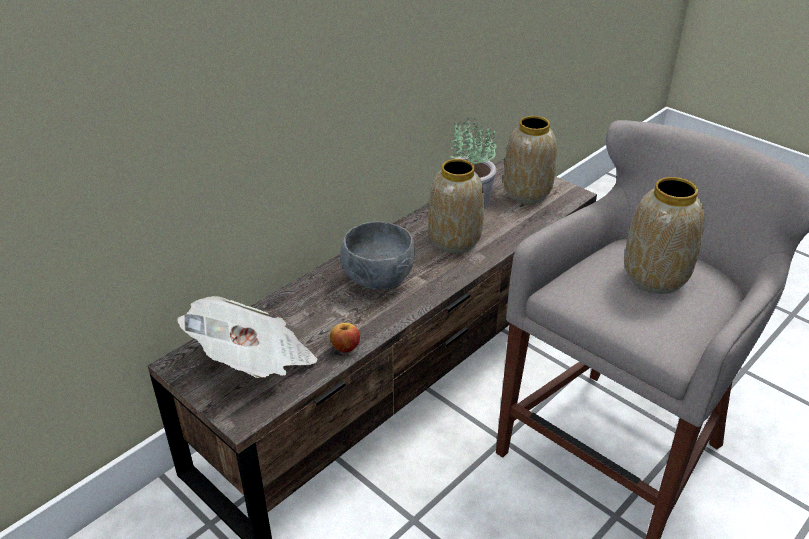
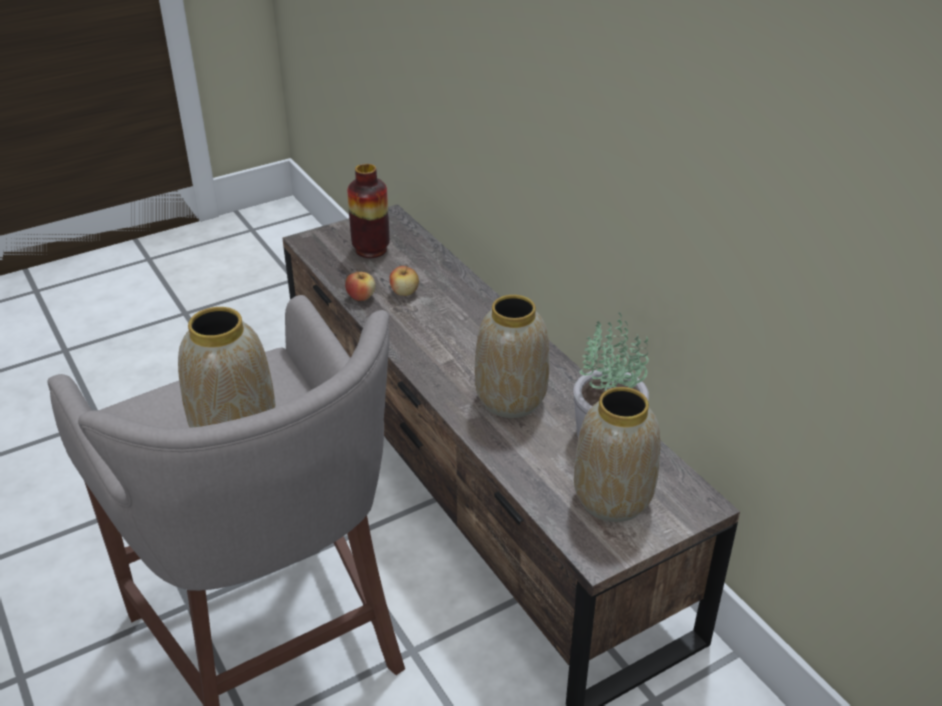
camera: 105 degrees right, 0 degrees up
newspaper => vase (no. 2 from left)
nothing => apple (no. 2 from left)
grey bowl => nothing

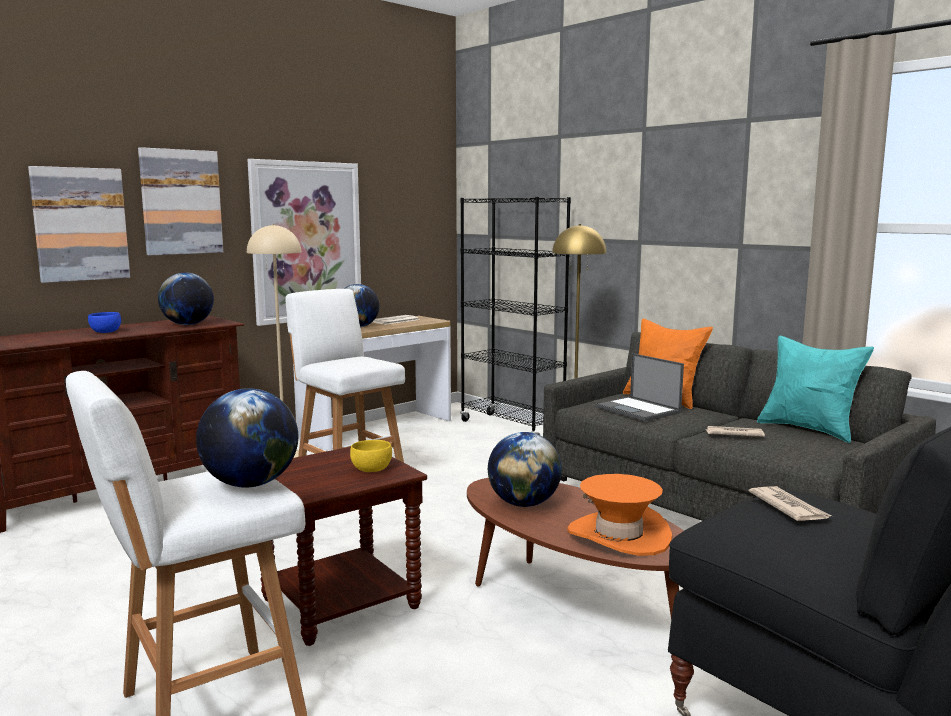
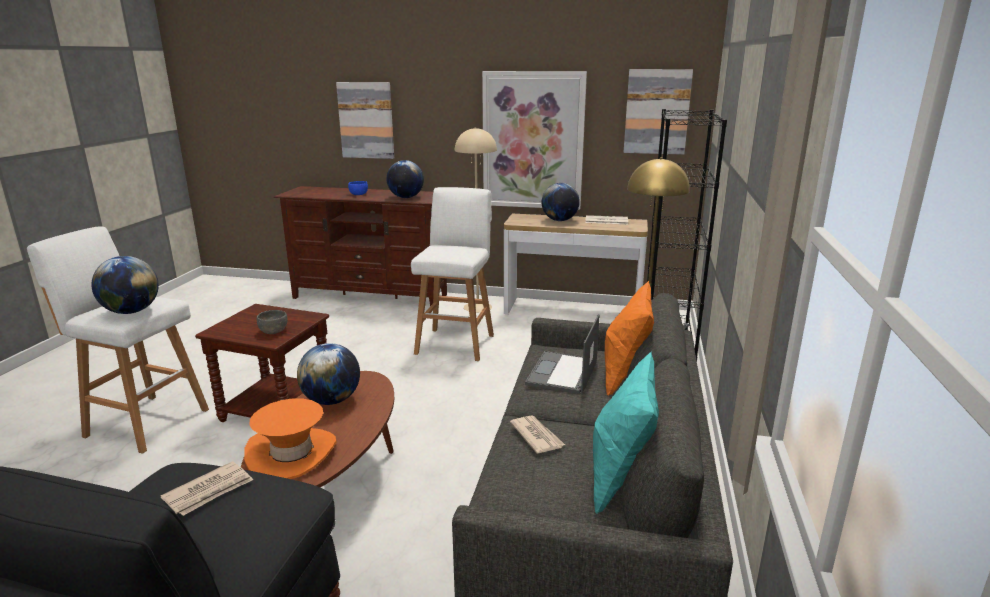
camera: 55 degrees right, 10 degrees up
yellow bowl => grey bowl
picture (no. 2 from left in the first image) => picture (no. 3 from left), shifted

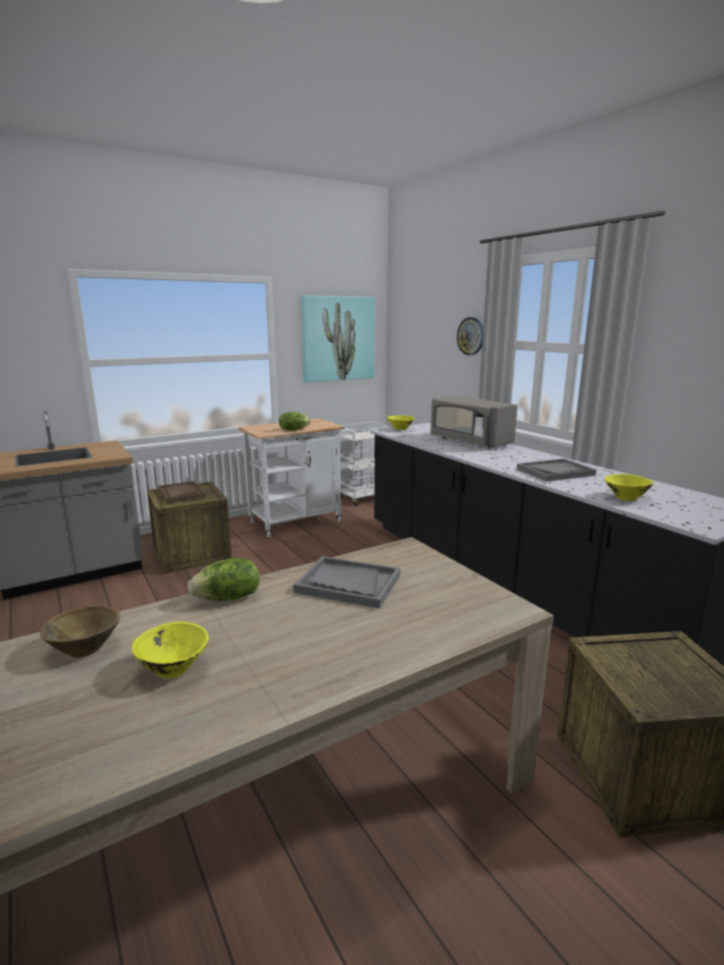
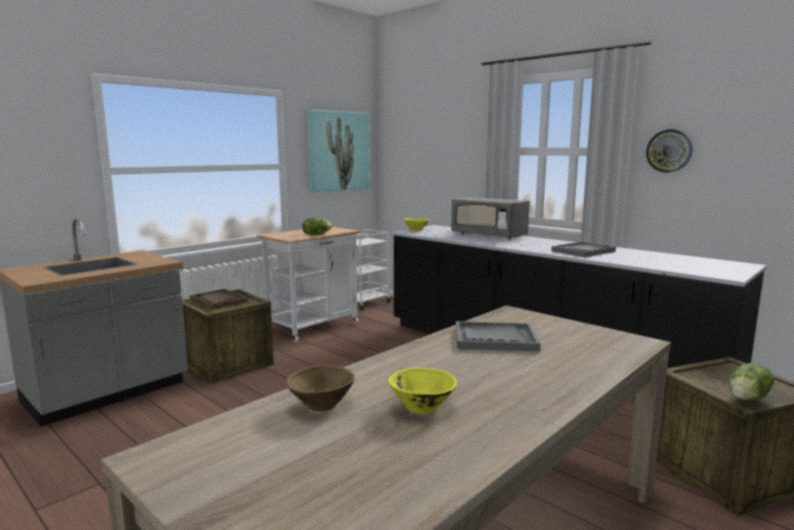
camera: 15 degrees left, 5 degrees down
wall clock, shifted
lettuce (no. 1 from left in the first image) => lettuce (no. 2 from left), shifted
yellow bowl (no. 3 from left) => nothing

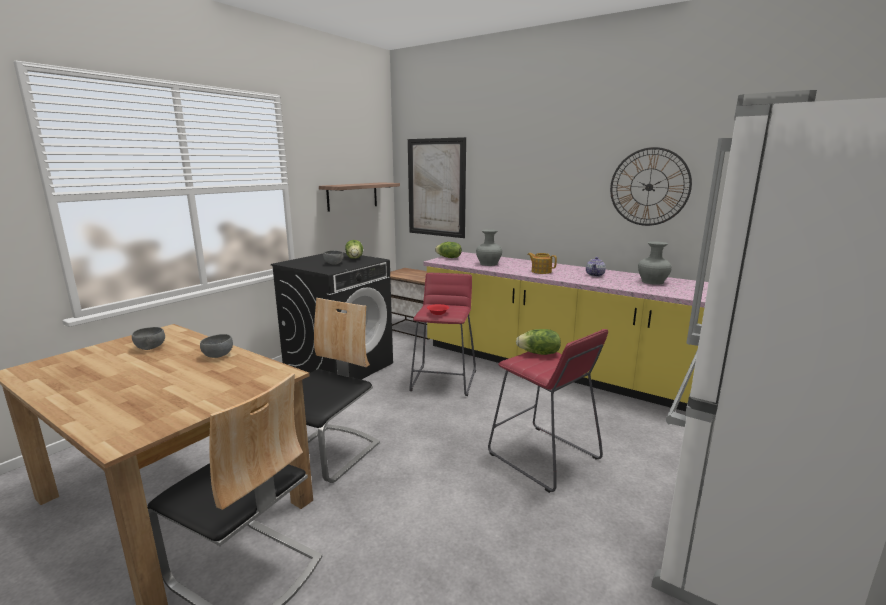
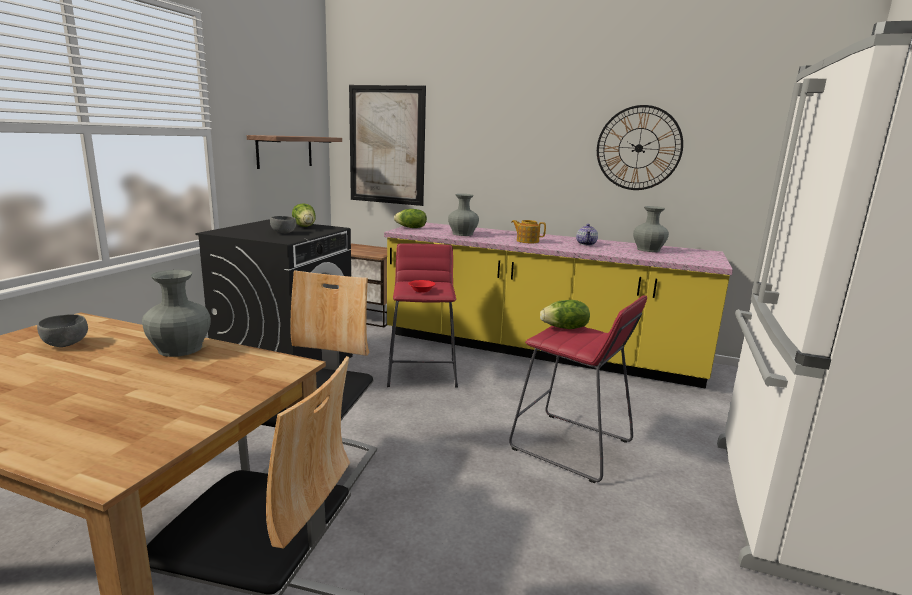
camera: 15 degrees left, 0 degrees up
grey bowl (no. 2 from left) => grey vase (no. 1 from left)

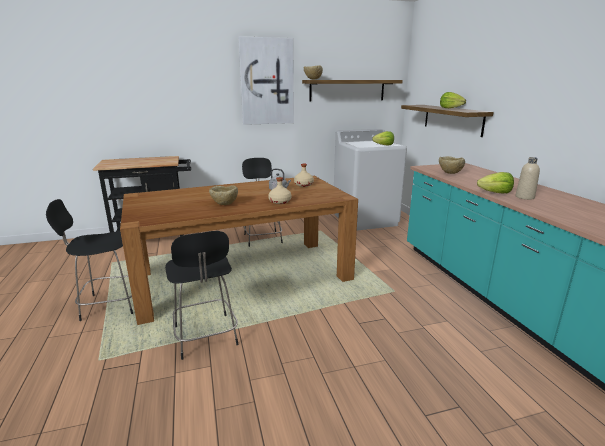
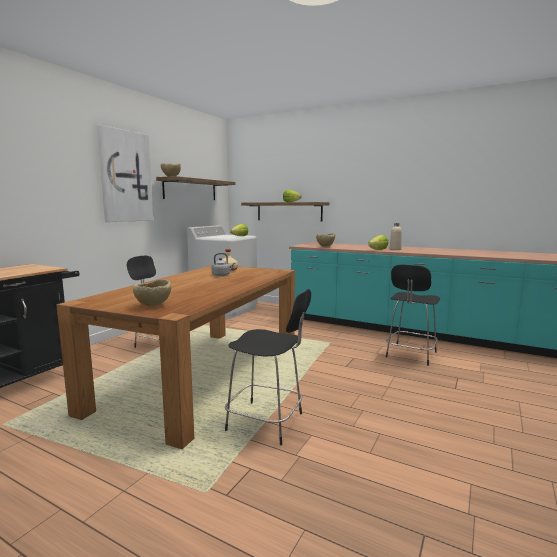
camera: 45 degrees left, 10 degrees down
beige bowl (no. 1 from left), shifted
black stool (no. 1 from left in the first image) => black stool (no. 3 from left), shifted
beige bottle (no. 1 from left) => nothing

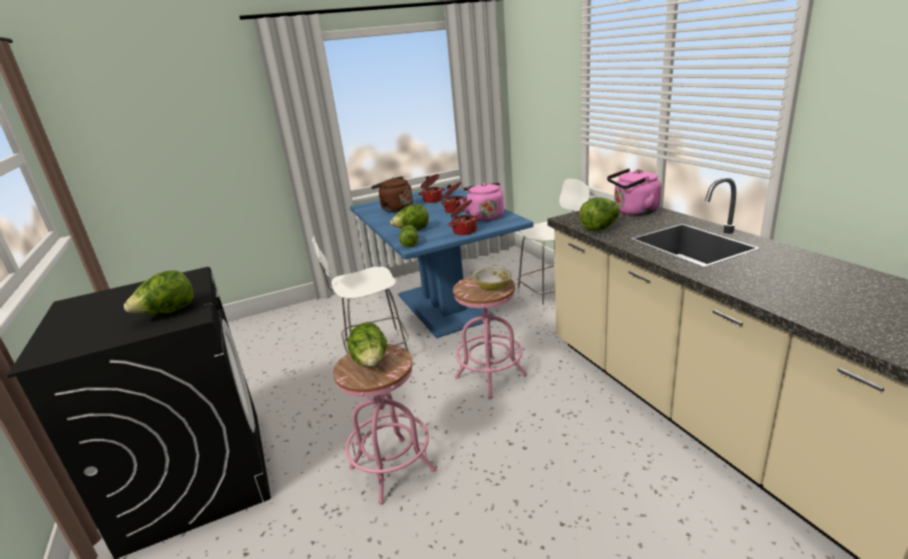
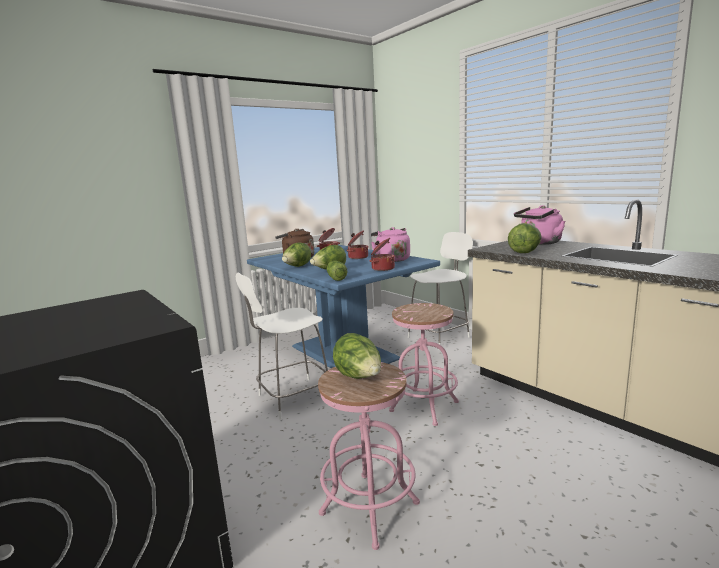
camera: 15 degrees left, 10 degrees down
lettuce (no. 1 from left), shifted
bowl => nothing

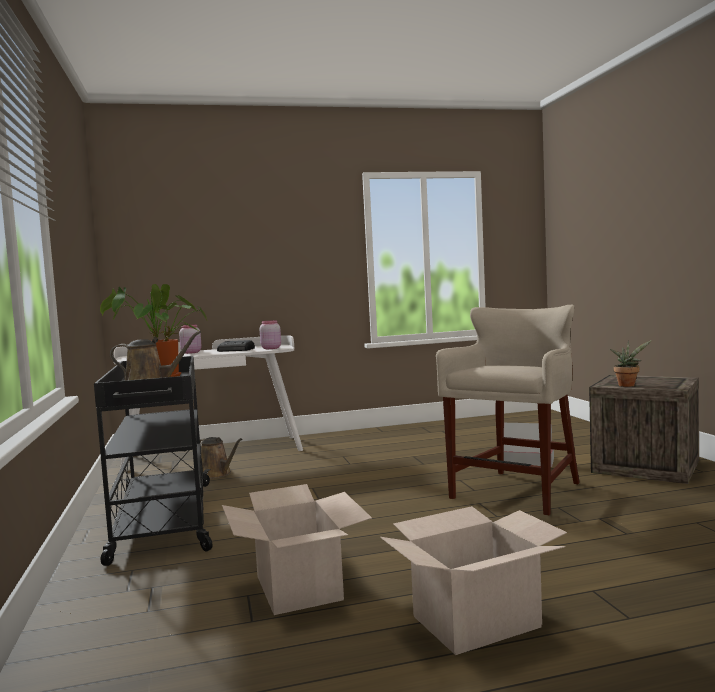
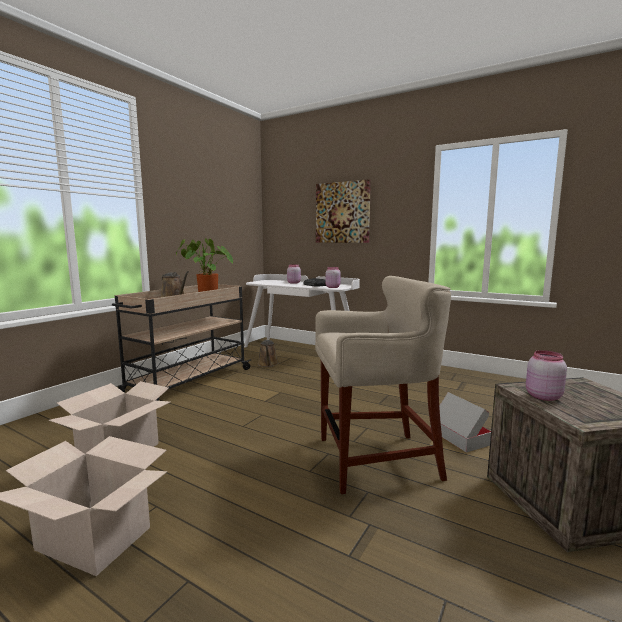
camera: 45 degrees right, 5 degrees up
black cart => beige cart
nothing => picture
potted plant (no. 2 from left) => pink jar (no. 3 from left)

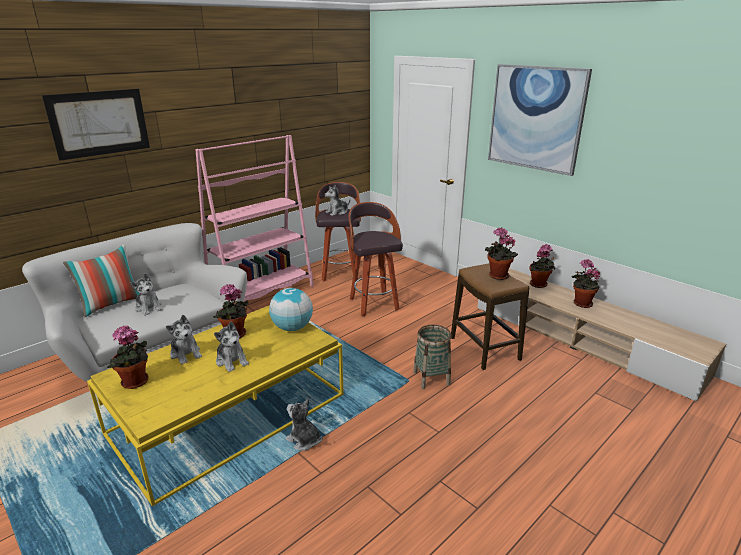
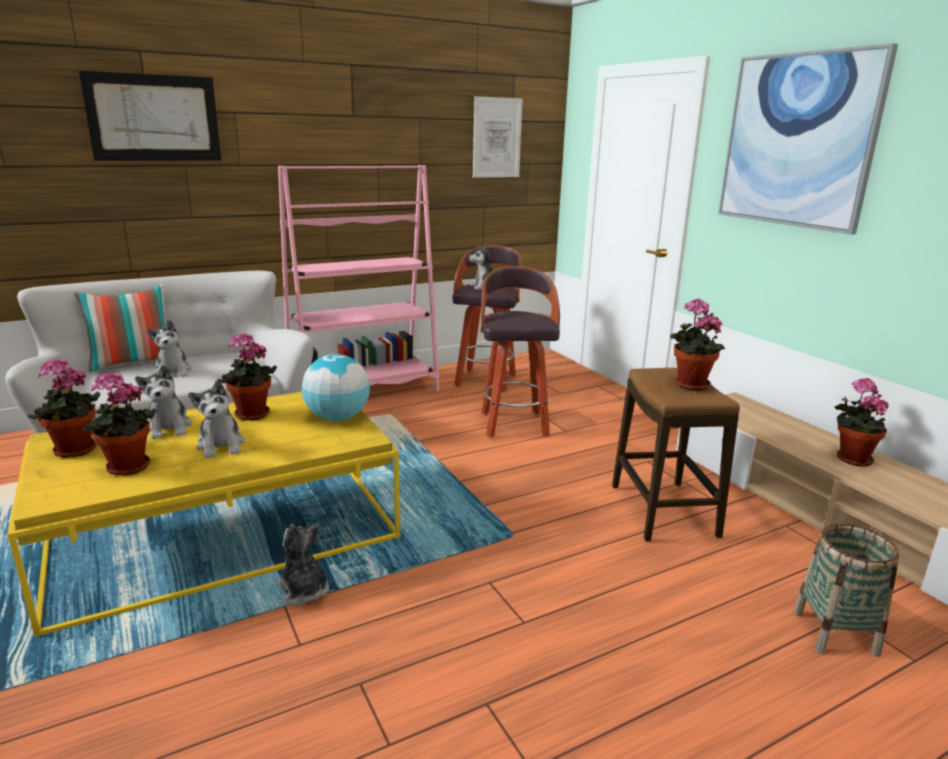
camera: 15 degrees right, 5 degrees down
potted plant (no. 4 from left in the first image) => potted plant (no. 2 from left), shifted
nothing => picture (no. 2 from left)
basket, shifted

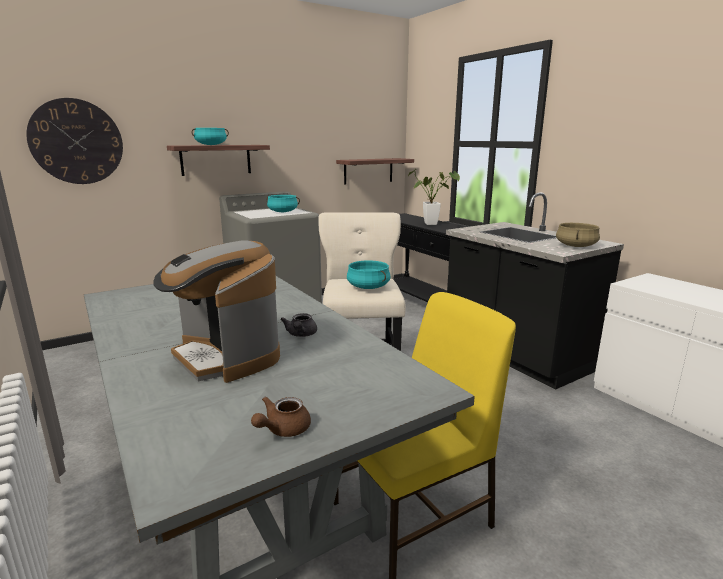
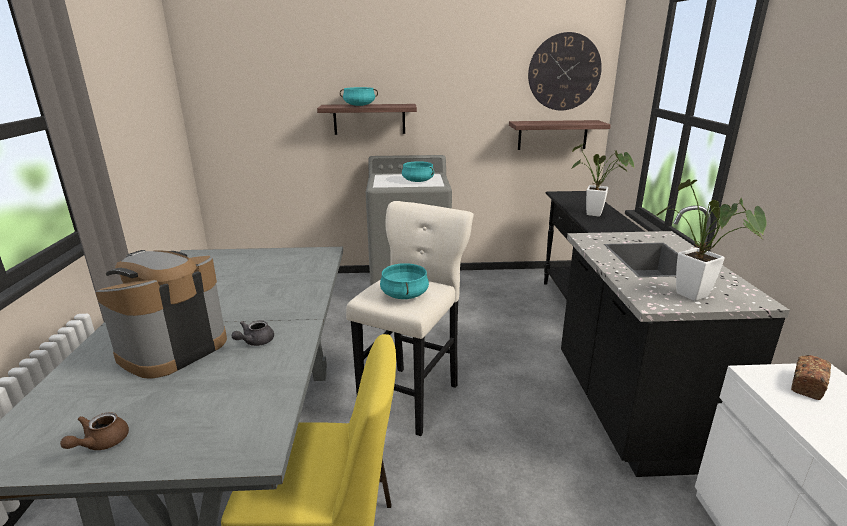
camera: 30 degrees right, 5 degrees up
brown teapot, 45 degrees counterclockwise
coffee machine, 45 degrees clockwise
wall clock, shifted
beige cooking pot => potted plant (no. 2 from left)
nothing => bread

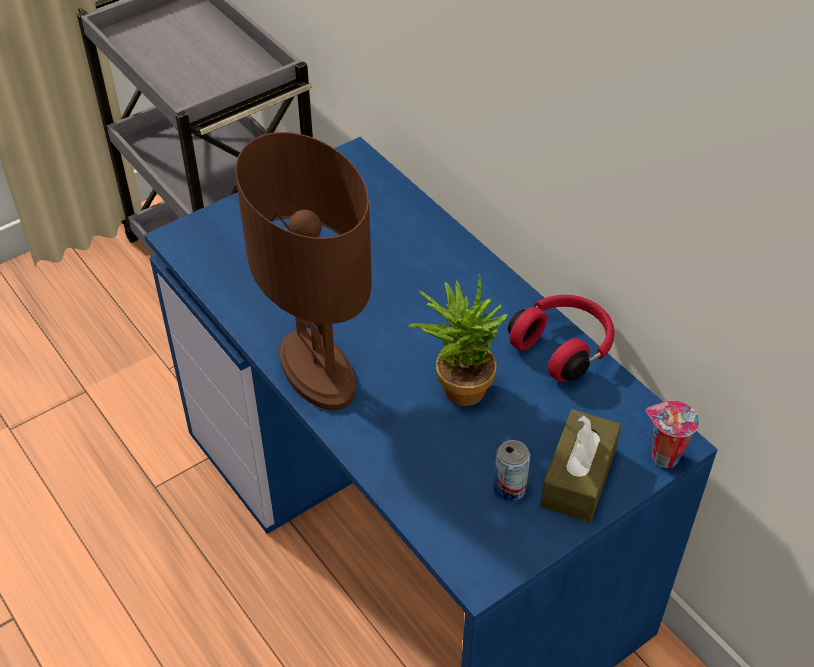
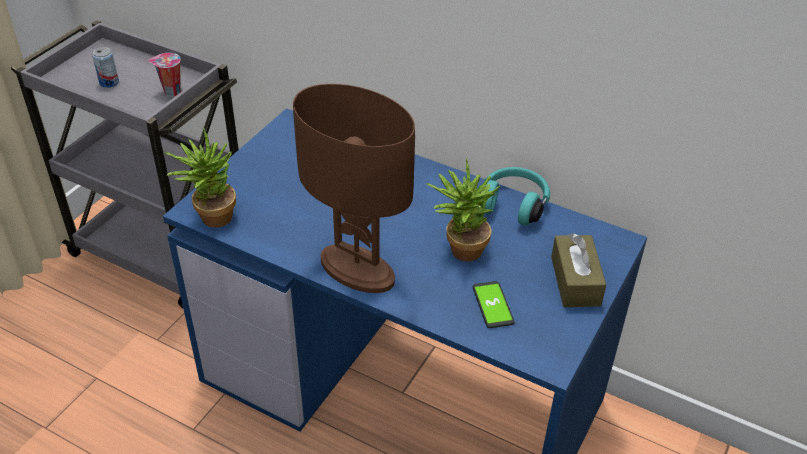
camera: 25 degrees left, 5 degrees down
can, shifted
cup, shifted
nothing => potted plant (no. 1 from left)
nothing => phone
red headphones => turquoise headphones

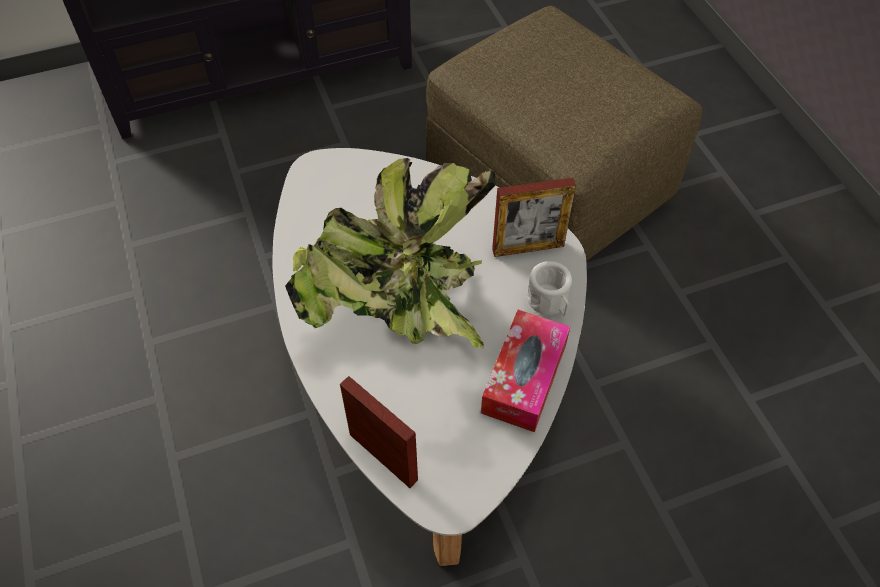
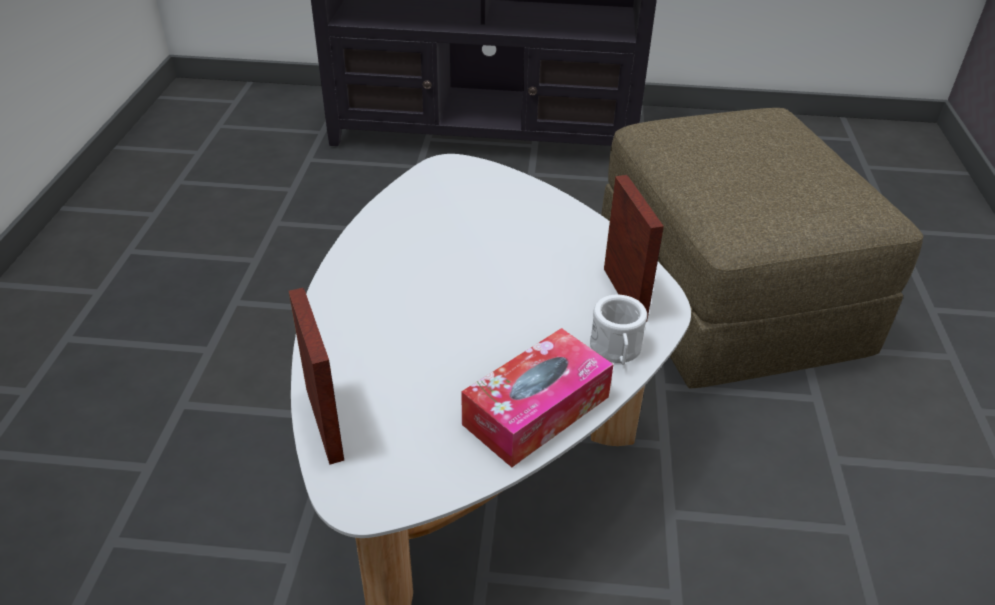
camera: 25 degrees right, 15 degrees down
picture frame (no. 2 from left), 120 degrees counterclockwise
potted plant => nothing

